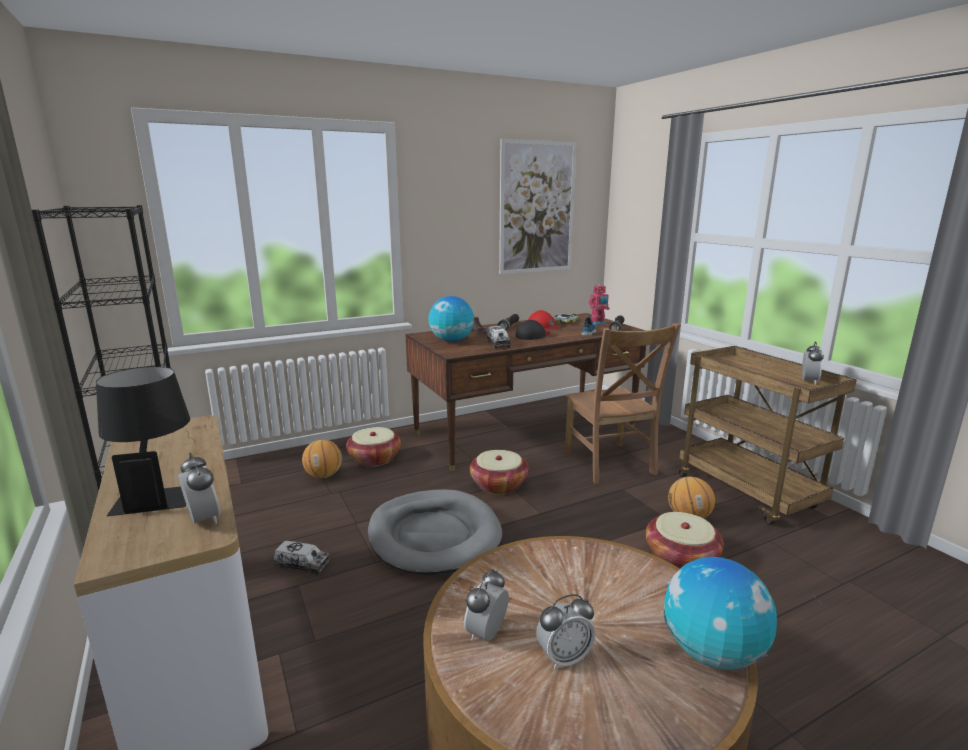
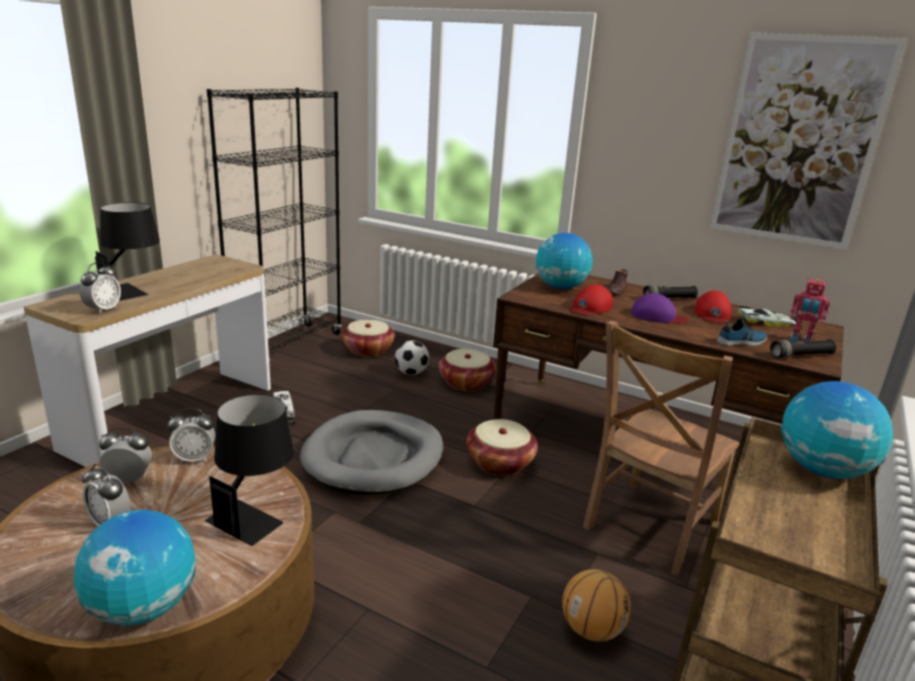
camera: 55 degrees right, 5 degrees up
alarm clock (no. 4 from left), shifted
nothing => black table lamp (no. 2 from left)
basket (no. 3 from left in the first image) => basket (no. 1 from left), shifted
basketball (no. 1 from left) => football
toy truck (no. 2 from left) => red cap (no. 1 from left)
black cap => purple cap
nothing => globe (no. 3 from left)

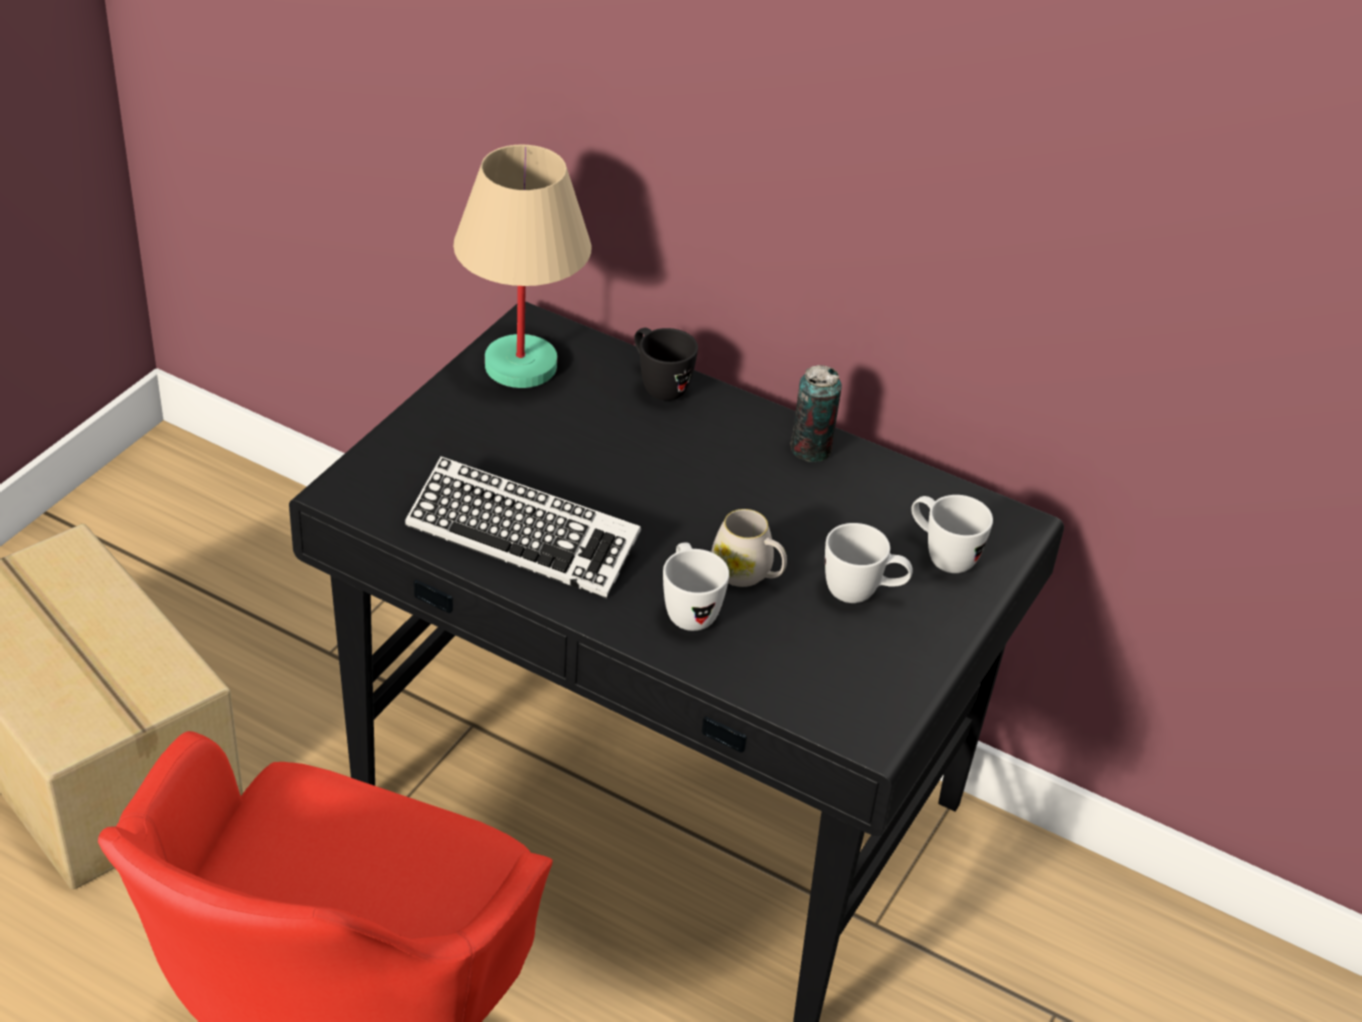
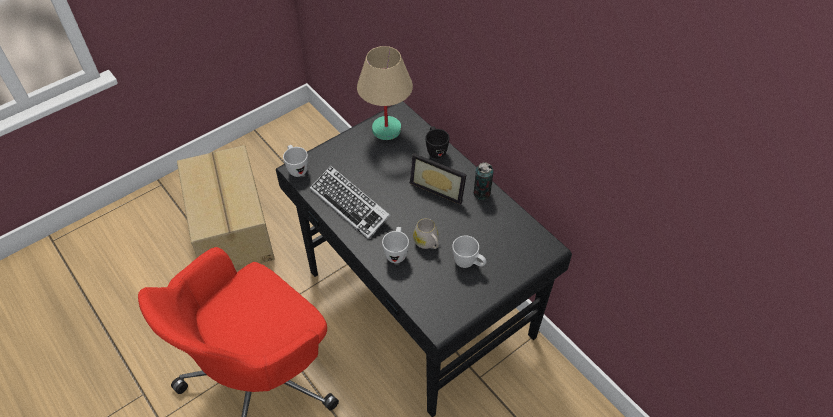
camera: 25 degrees right, 10 degrees up
white mug (no. 4 from left in the first image) => white mug (no. 1 from left), shifted
nothing => picture frame

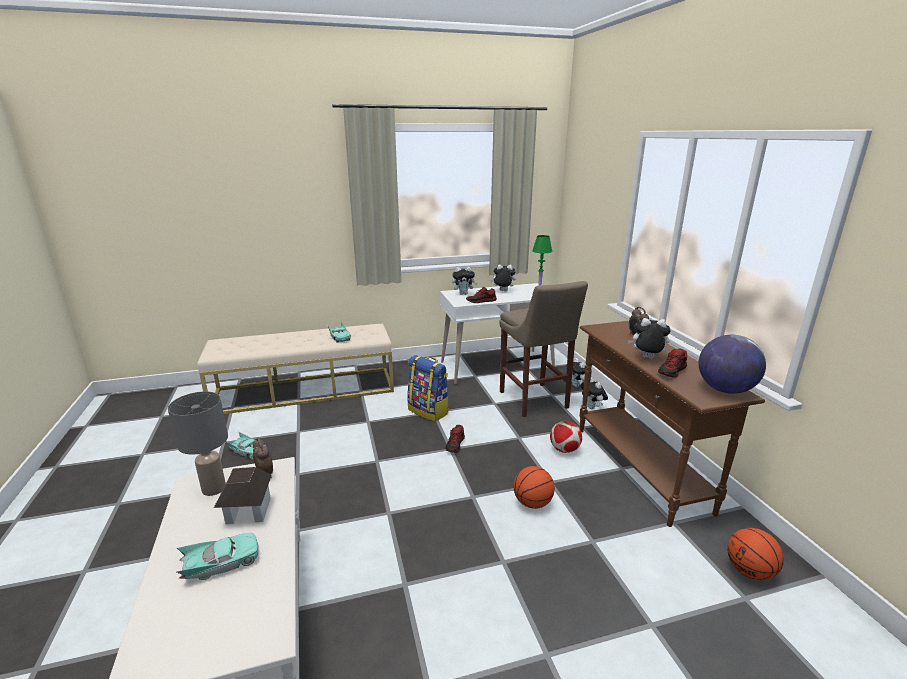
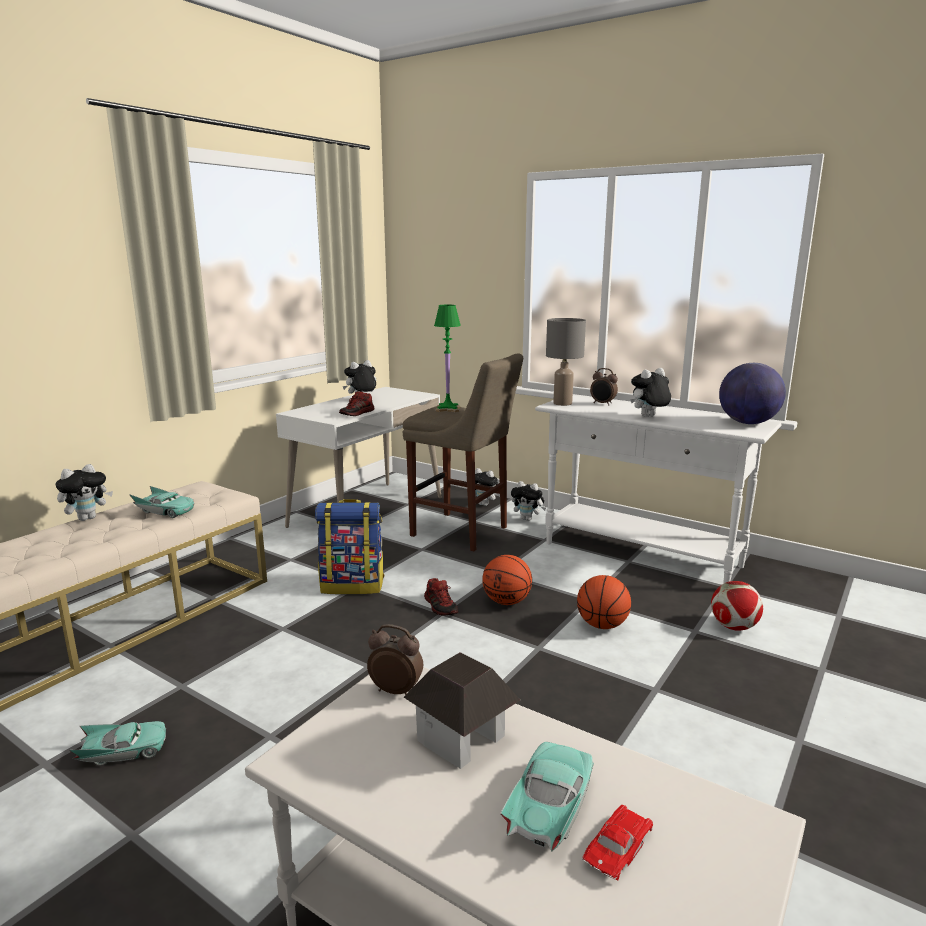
camera: 40 degrees left, 5 degrees down
plush toy (no. 1 from left), shifted
basketball (no. 2 from left in the first image) => basketball (no. 1 from left), shifted
brown console table => white console table
grey table lamp, shifted
nothing => red toy car
football, shifted
shoe (no. 3 from left) => nothing

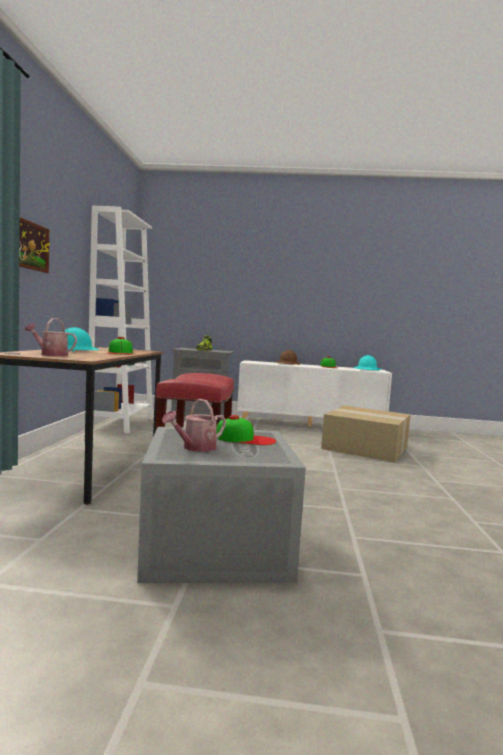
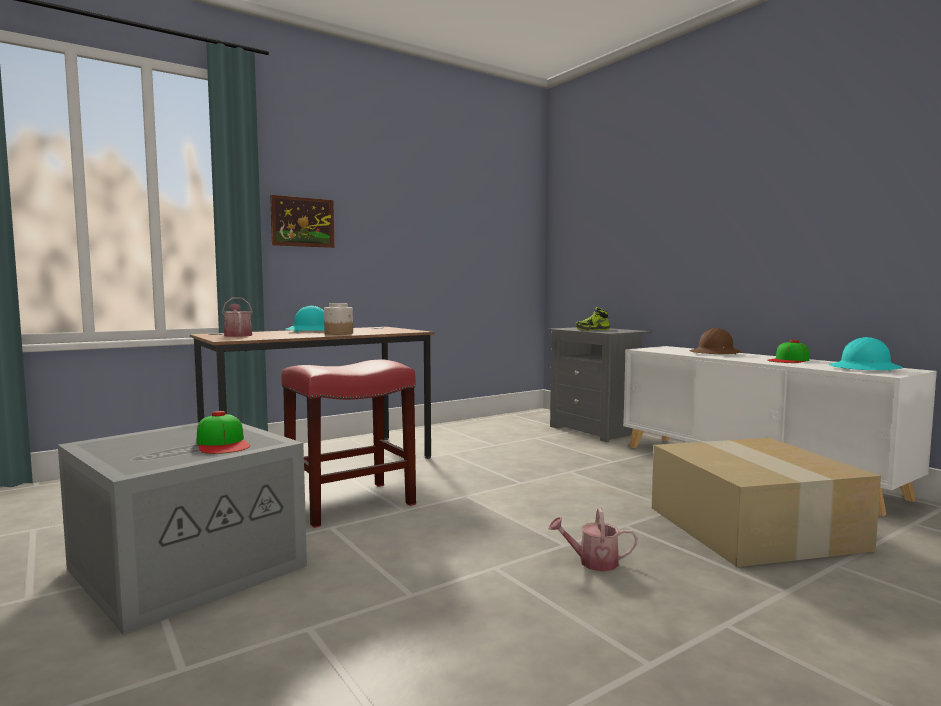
camera: 50 degrees right, 0 degrees up
cap (no. 1 from left) => jar
watering can (no. 2 from left), shifted
white bookcase => nothing

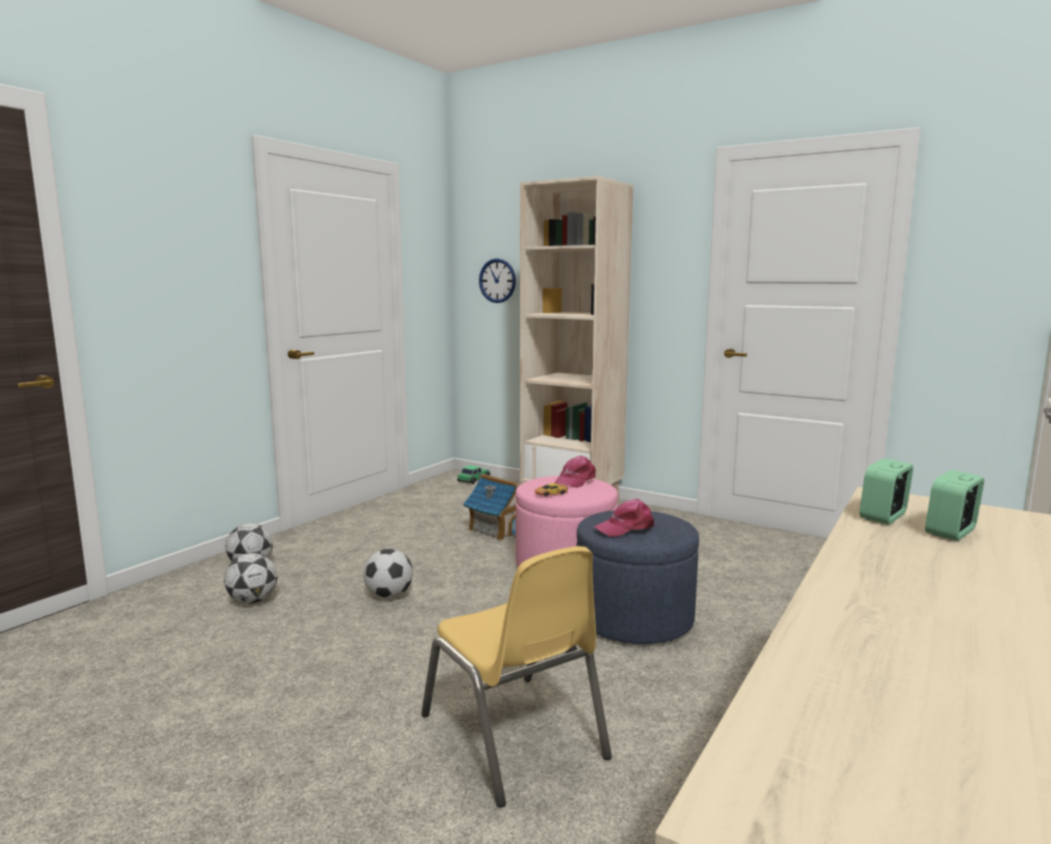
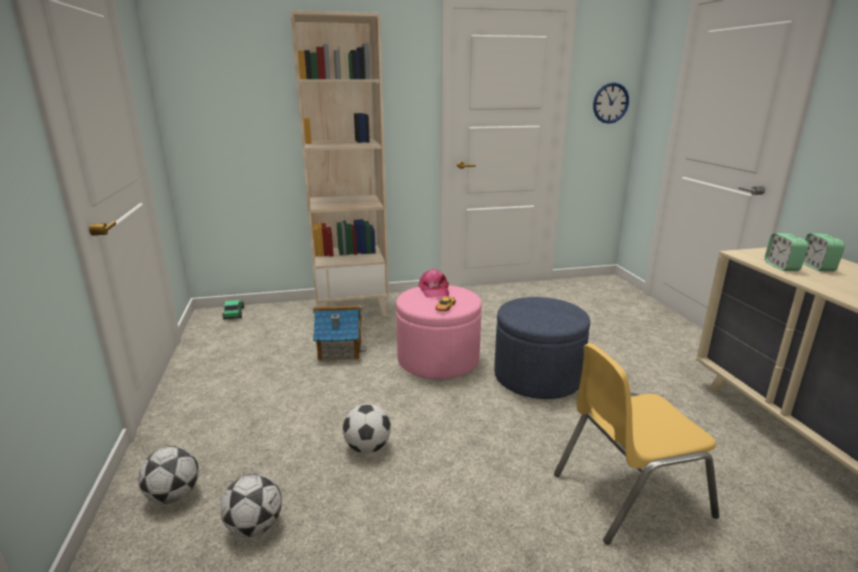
camera: 45 degrees left, 10 degrees up
yellow chair, 150 degrees clockwise
wall clock, shifted
pink cap (no. 2 from left) => nothing

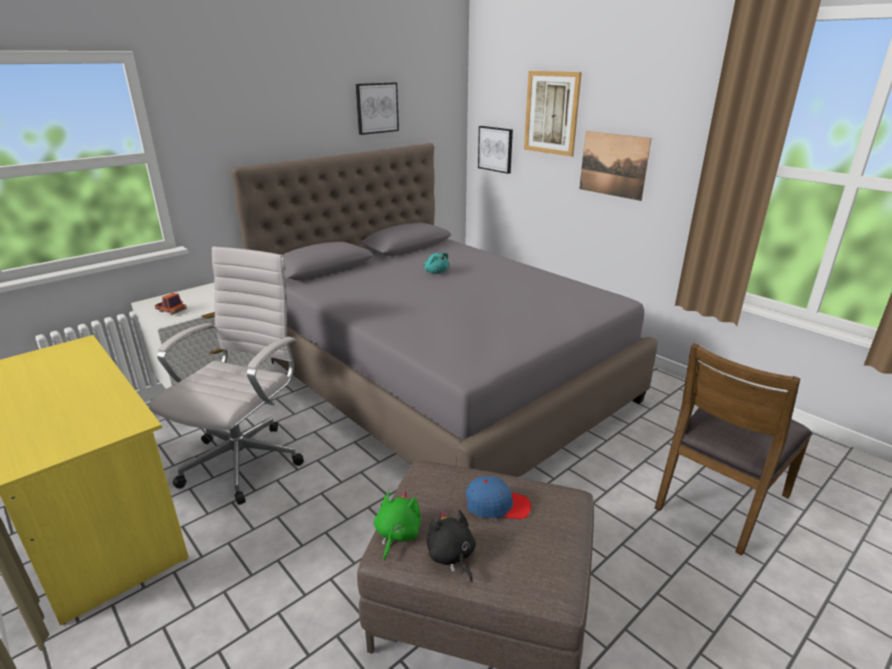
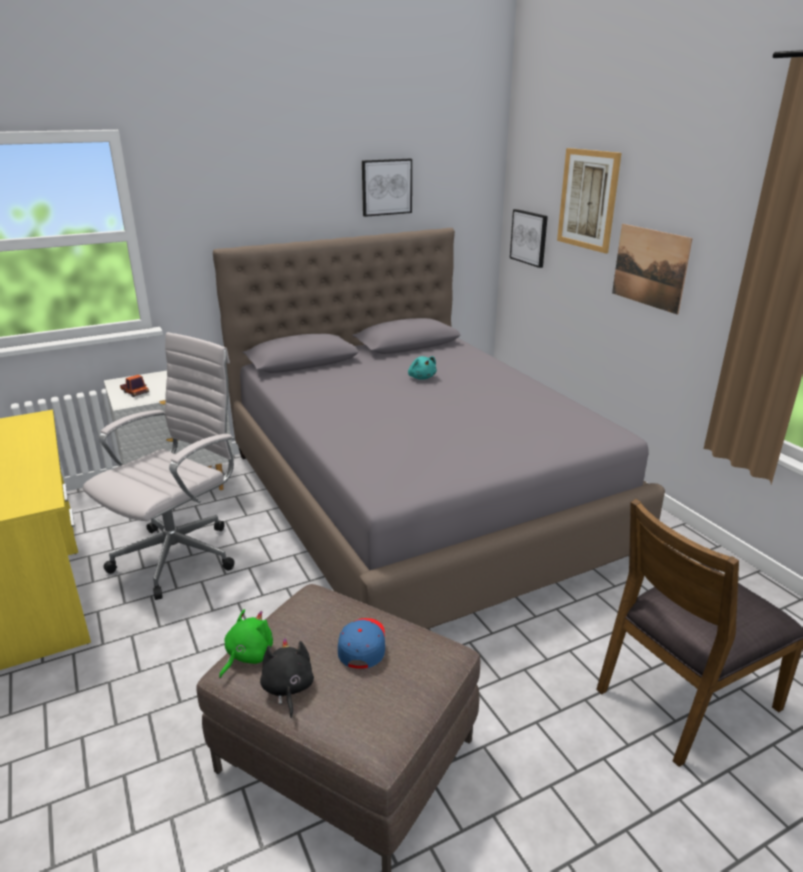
camera: 15 degrees right, 0 degrees up
blue cap, 105 degrees counterclockwise

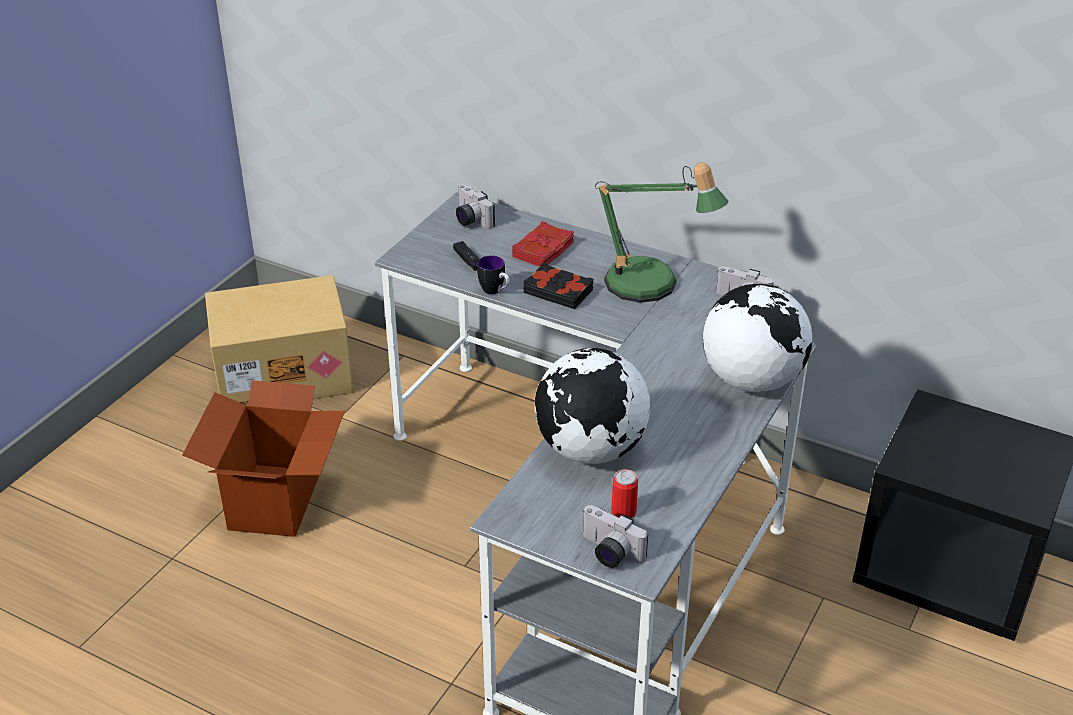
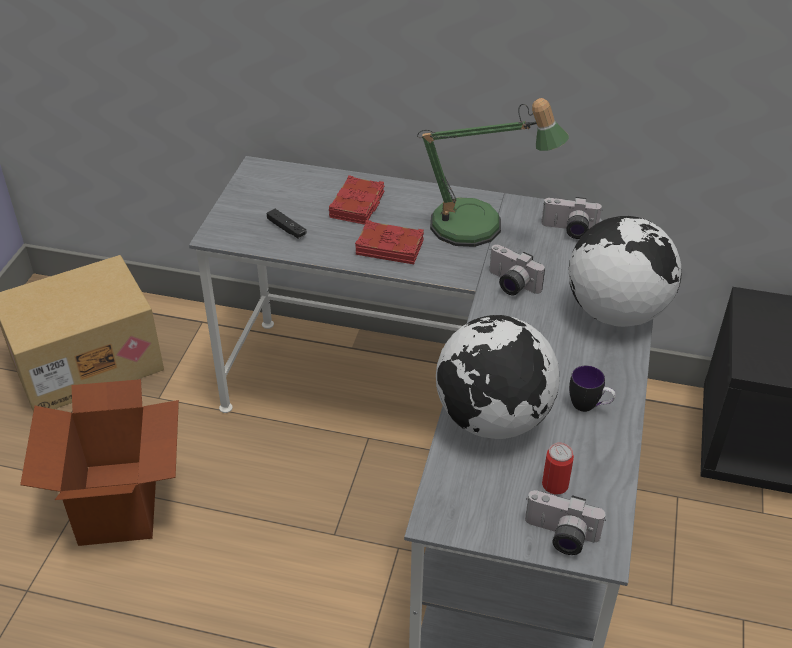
camera: 15 degrees left, 5 degrees up
black book => red book (no. 2 from left)
photo camera (no. 1 from left), shifted
mug, shifted

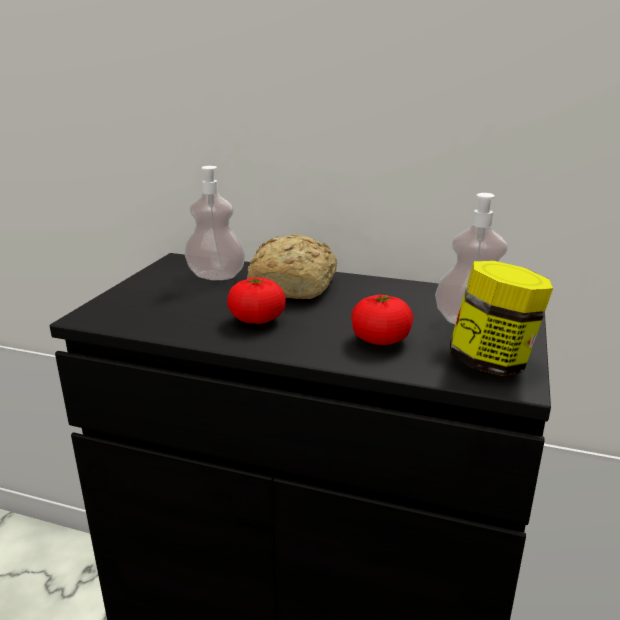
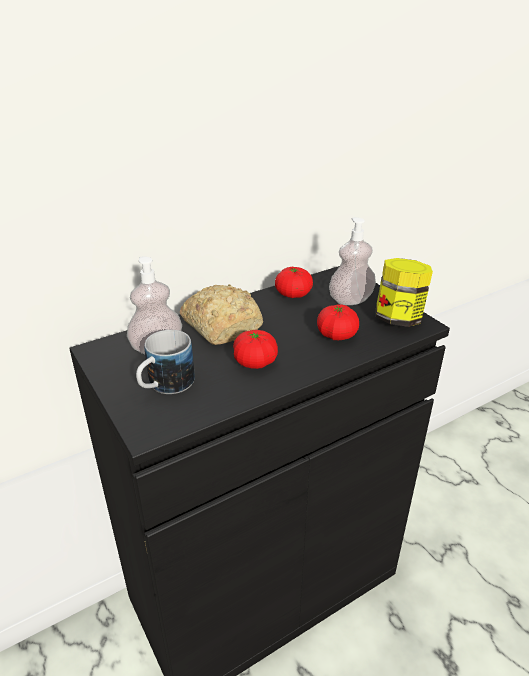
camera: 50 degrees left, 10 degrees up
nothing => mug
nothing => tomato (no. 2 from left)

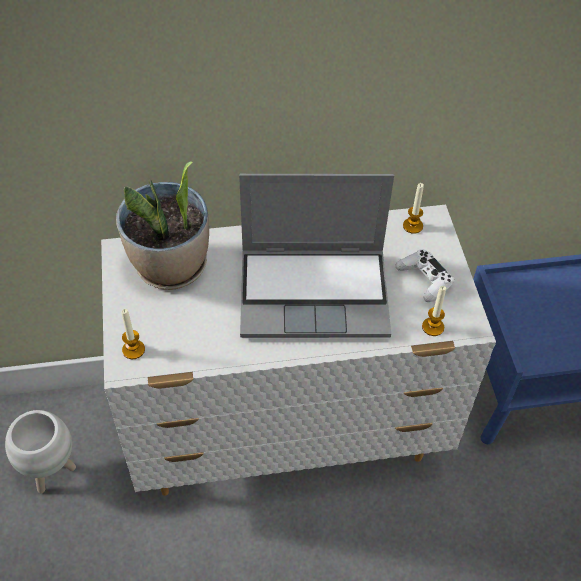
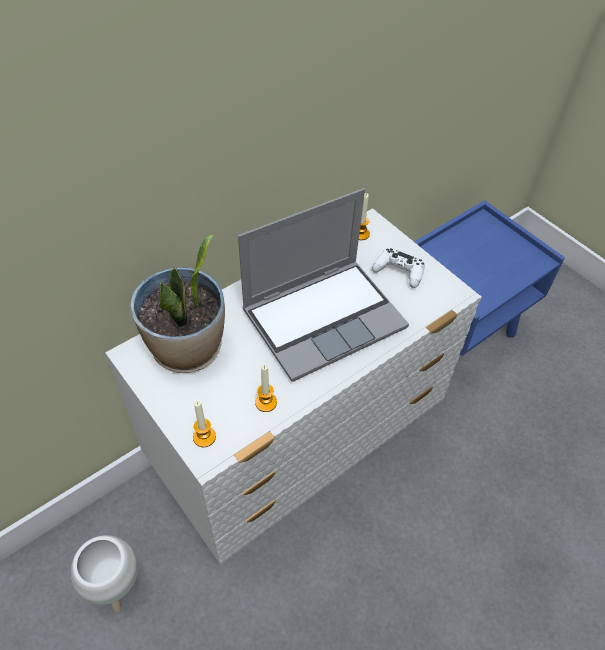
camera: 30 degrees left, 0 degrees up
candle (no. 3 from left in the first image) => candle (no. 2 from left), shifted

